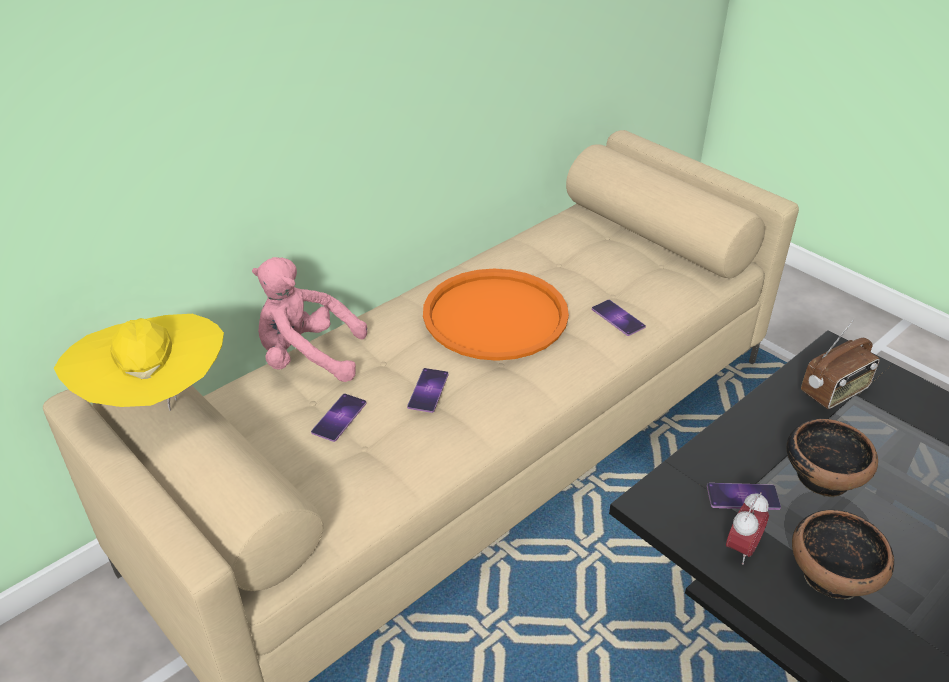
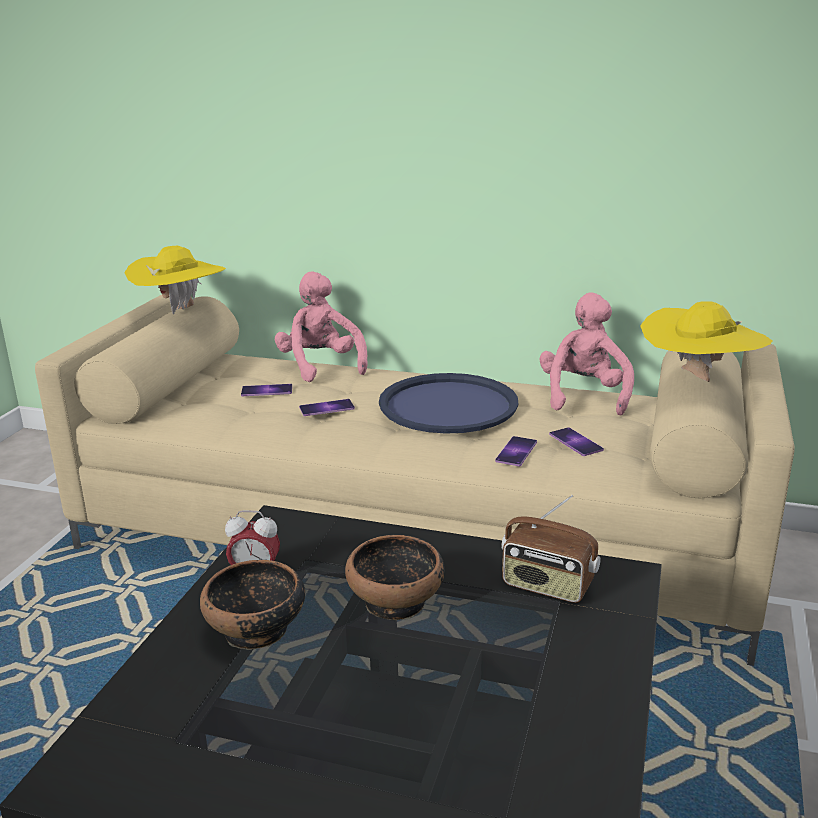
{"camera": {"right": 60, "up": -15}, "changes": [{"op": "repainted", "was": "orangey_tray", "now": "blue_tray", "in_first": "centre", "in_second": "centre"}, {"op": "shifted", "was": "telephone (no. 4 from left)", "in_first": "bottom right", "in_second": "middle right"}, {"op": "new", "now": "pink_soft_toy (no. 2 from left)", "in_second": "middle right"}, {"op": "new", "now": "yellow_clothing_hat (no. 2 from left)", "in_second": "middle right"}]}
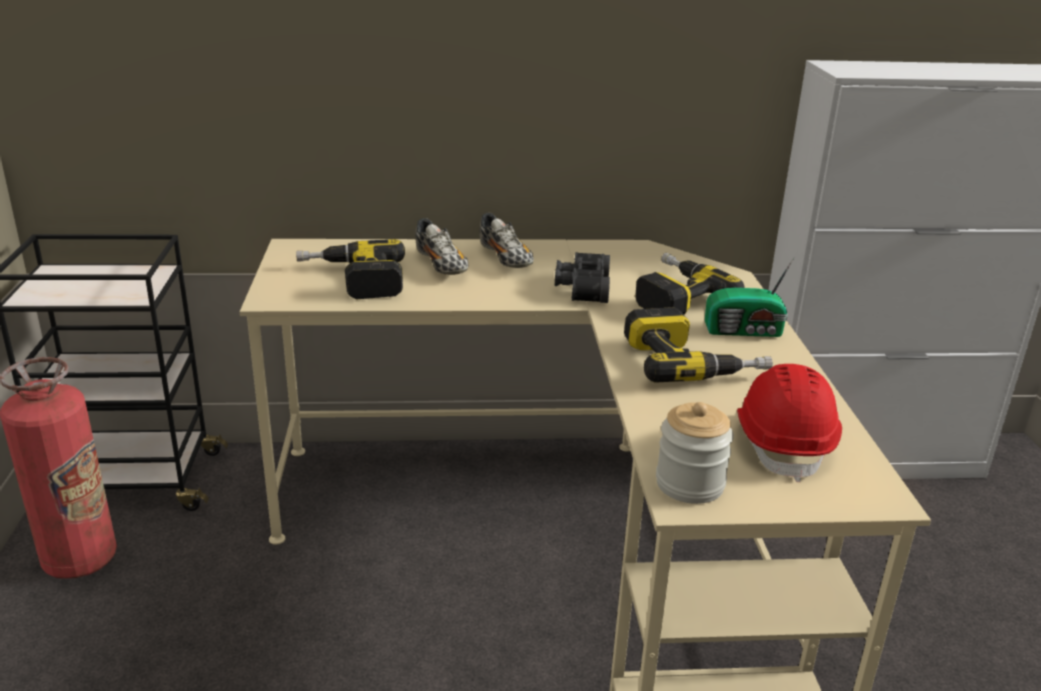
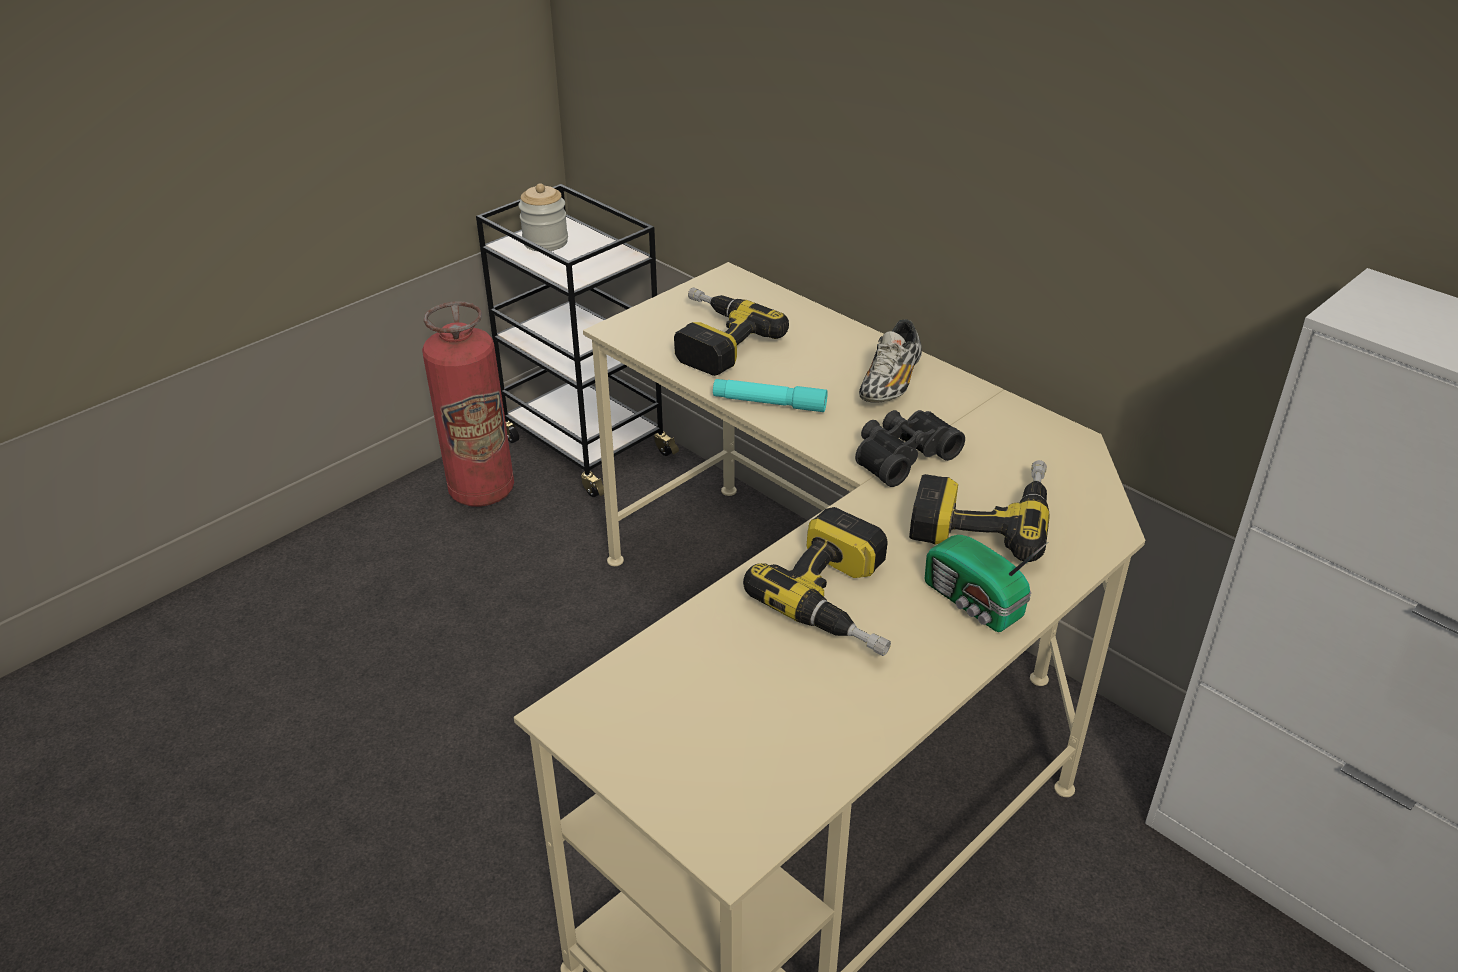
{"camera": {"right": 50, "up": 10}, "changes": [{"op": "gone", "was": "shoe (no. 1 from left)", "in_first": "centre"}, {"op": "gone", "was": "red-coloured_safety_helmet", "in_first": "middle right"}, {"op": "shifted", "was": "jar", "in_first": "middle right", "in_second": "top centre"}, {"op": "new", "now": "turquoise-coloured_torch", "in_second": "centre"}]}
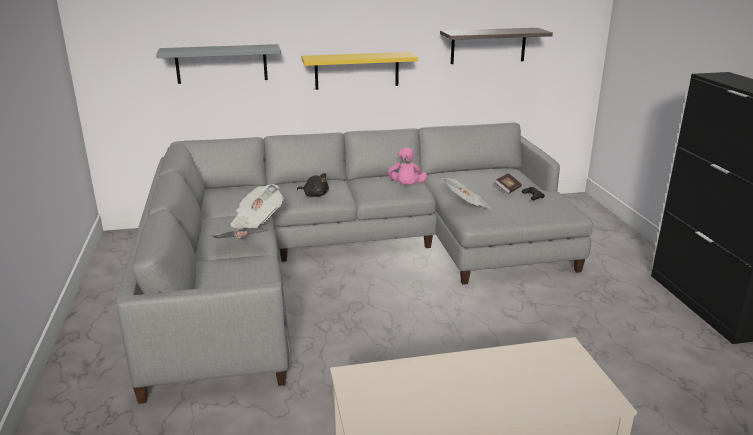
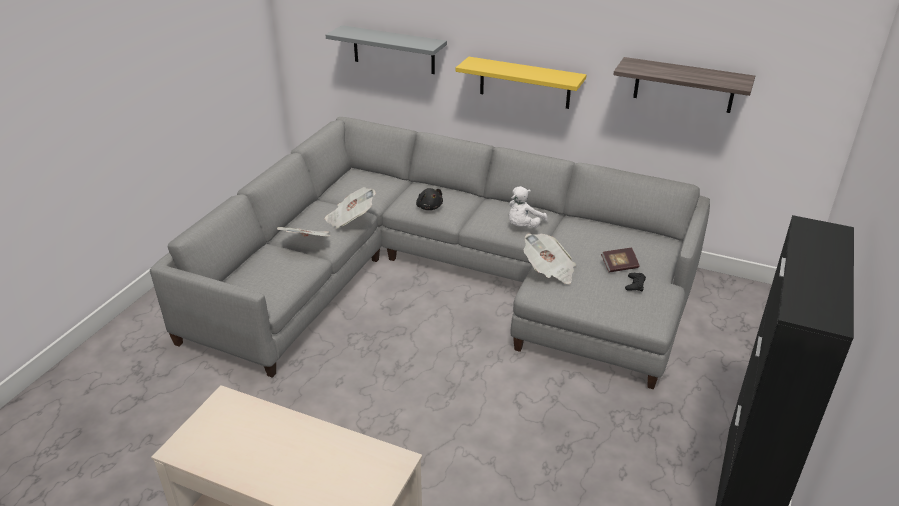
{"camera": {"right": 35, "up": 10}, "changes": [{"op": "repainted", "was": "pink_soft_toy", "now": "whitish_soft_toy", "in_first": "centre", "in_second": "centre"}]}
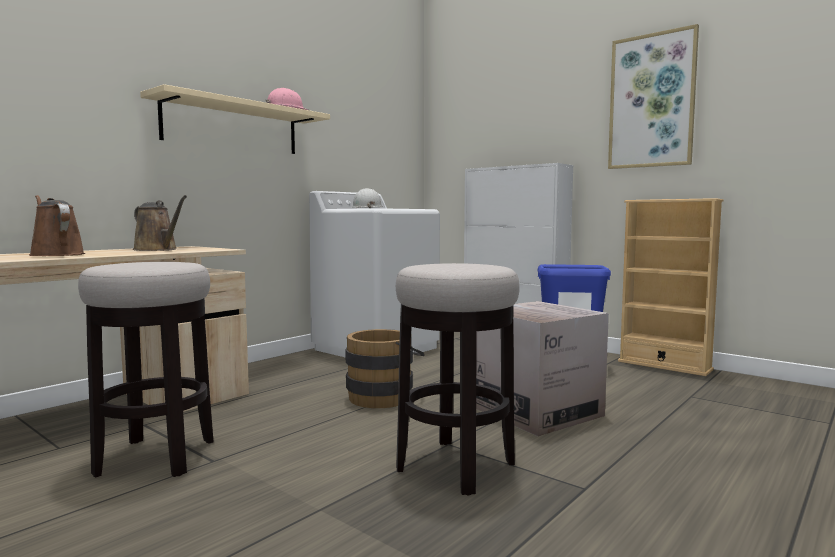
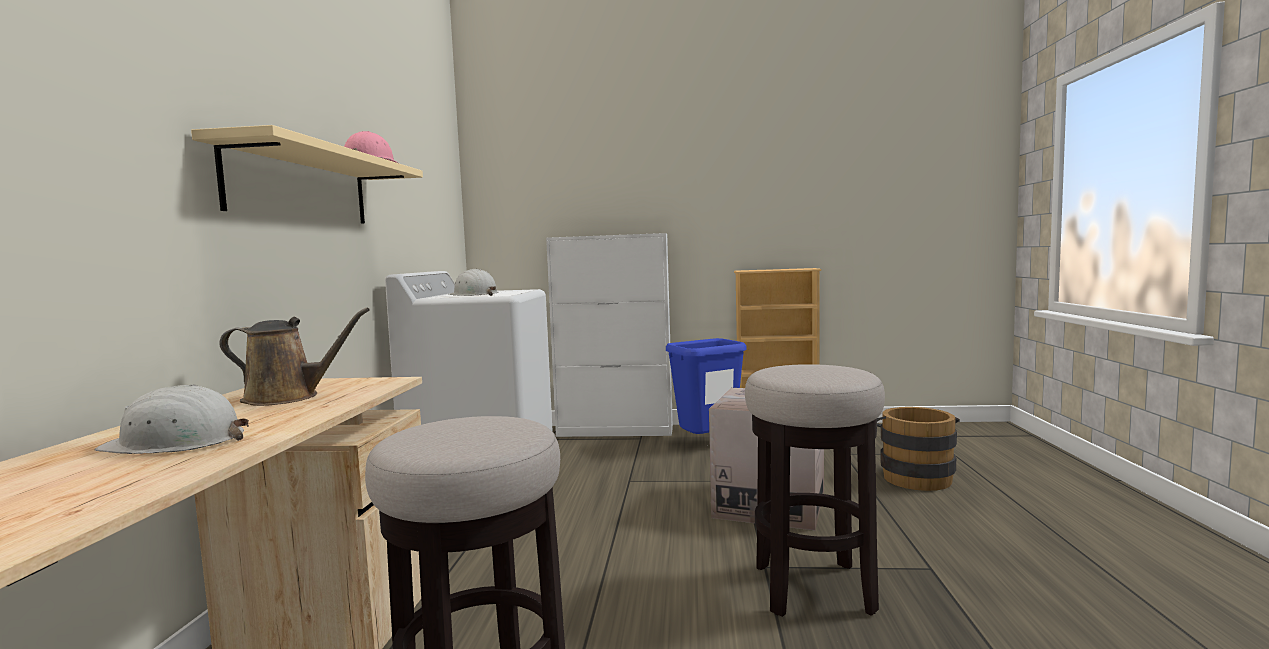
{"camera": {"right": -35, "up": 0}, "changes": [{"op": "gone", "was": "picture", "in_first": "top right"}, {"op": "swapped", "was": "brownish_watering_pot (no. 1 from left)", "now": "whitish_safety_helmet (no. 1 from left)", "in_first": "middle left", "in_second": "middle left"}, {"op": "shifted", "was": "brownish_bucket", "in_first": "centre", "in_second": "bottom right"}]}
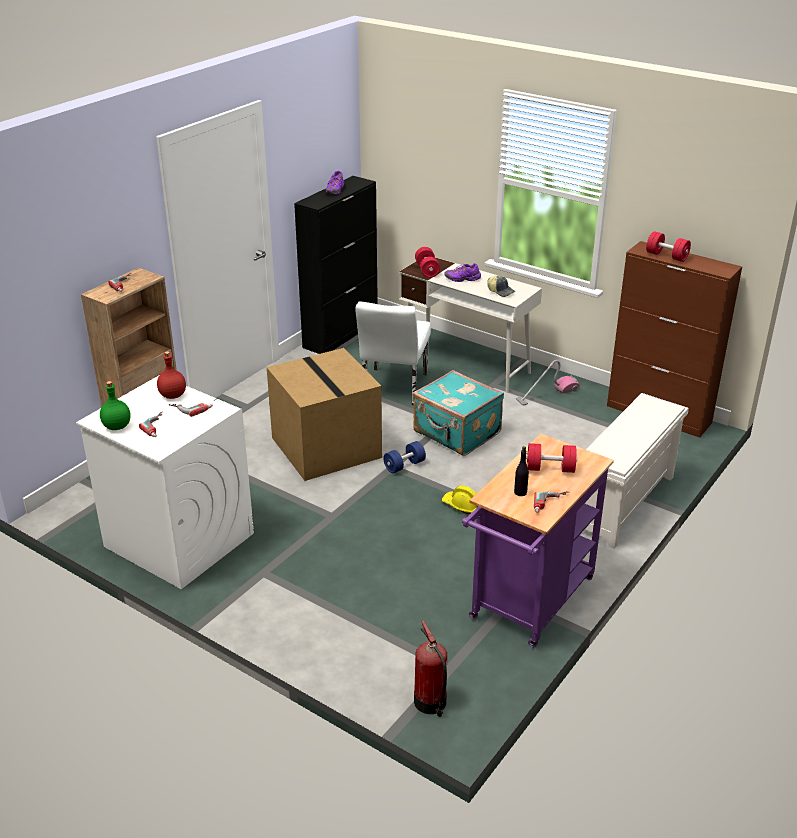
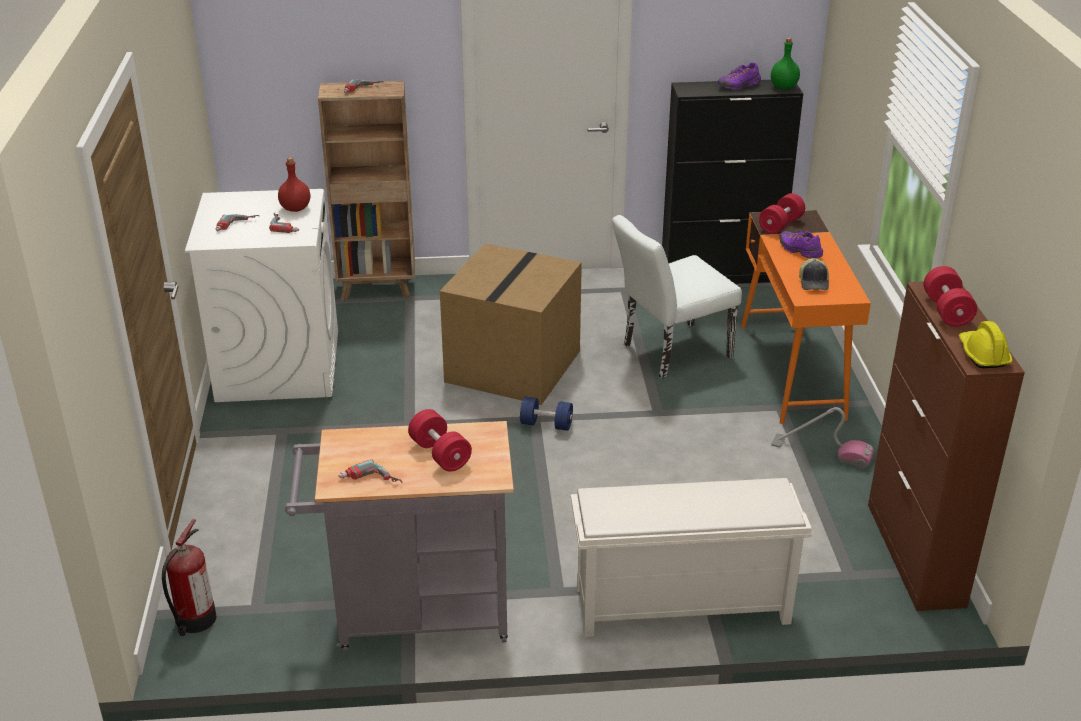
{"camera": {"right": 50, "up": 0}, "changes": [{"op": "repainted", "was": "whitish_desk", "now": "orangey_desk", "in_first": "centre", "in_second": "middle right"}, {"op": "gone", "was": "turquoise-coloured_suitcase", "in_first": "centre"}, {"op": "shifted", "was": "green_beverage_bottle", "in_first": "middle left", "in_second": "top right"}, {"op": "repainted", "was": "purplish_cart", "now": "gray_cart", "in_first": "middle right", "in_second": "bottom centre"}, {"op": "gone", "was": "black_beverage_bottle", "in_first": "centre"}, {"op": "shifted", "was": "yellow_safety_helmet", "in_first": "centre", "in_second": "middle right"}]}
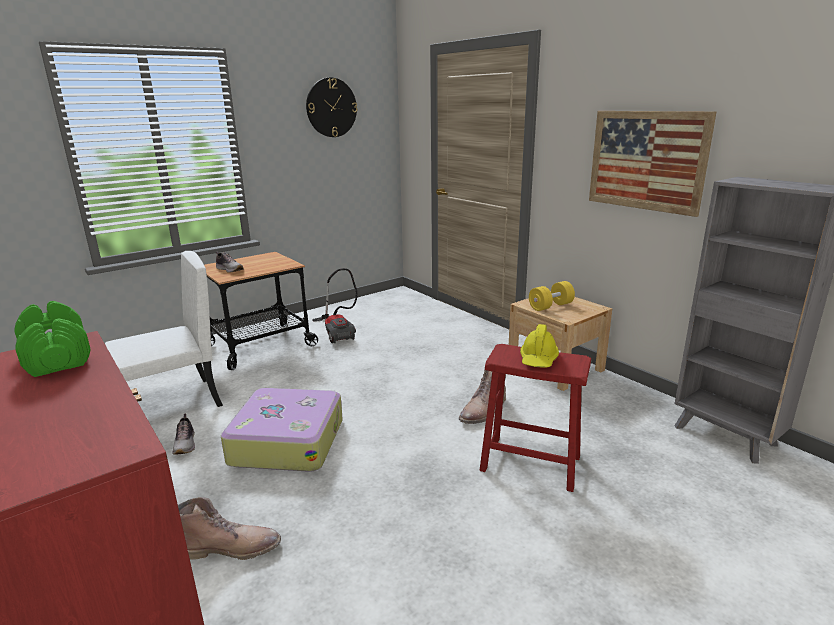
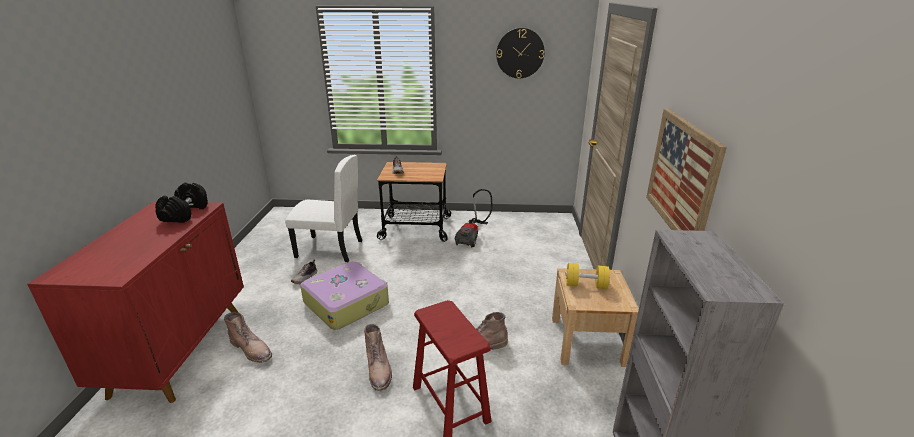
{"camera": {"right": 40, "up": 5}, "changes": [{"op": "repainted", "was": "green_dumbbell", "now": "black_dumbbell", "in_first": "middle left", "in_second": "middle left"}, {"op": "gone", "was": "yellow_safety_helmet", "in_first": "centre"}, {"op": "new", "now": "brownish_tall_boot (no. 2 from left)", "in_second": "bottom centre"}]}
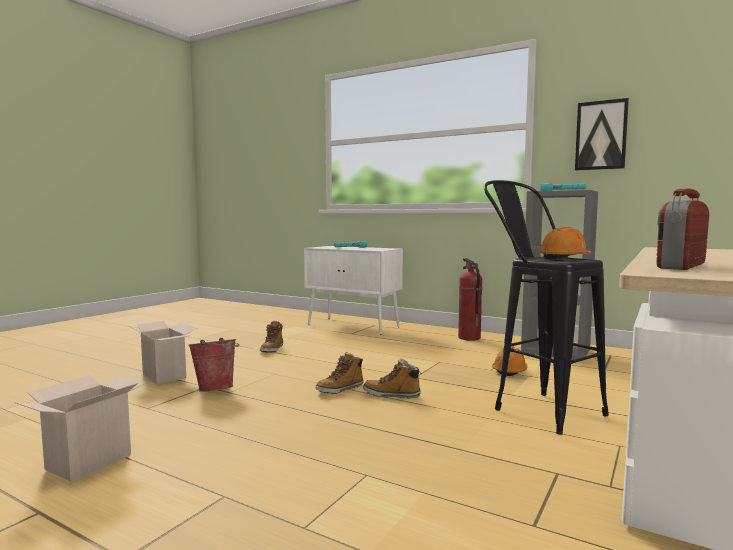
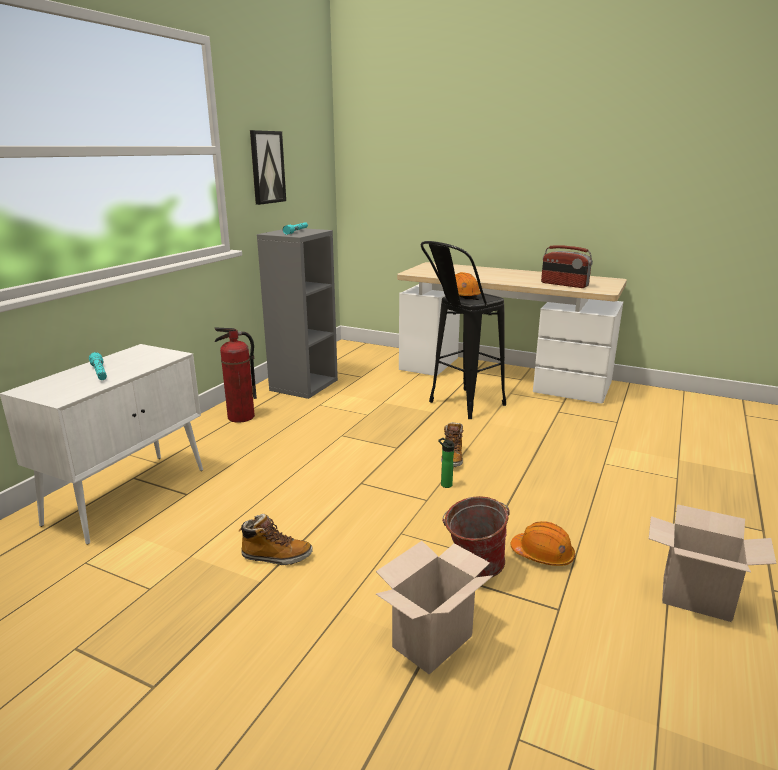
{"camera": {"right": -95, "up": 15}, "changes": [{"op": "shifted", "was": "orangey_safety_helmet (no. 1 from left in the first image)", "now": "orangey_safety_helmet (no. 2 from left)", "in_first": "middle right", "in_second": "bottom right"}, {"op": "swapped", "was": "tall_boot (no. 2 from left)", "now": "beverage_bottle", "in_first": "bottom centre", "in_second": "centre"}]}
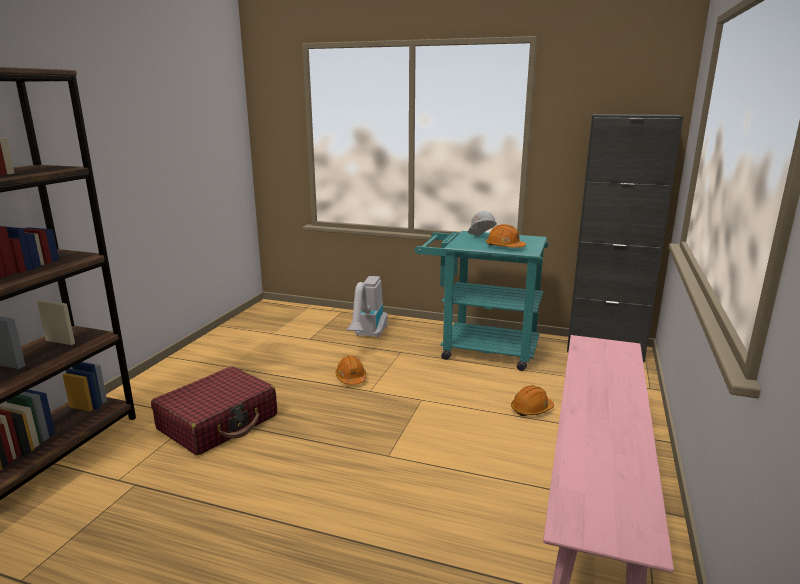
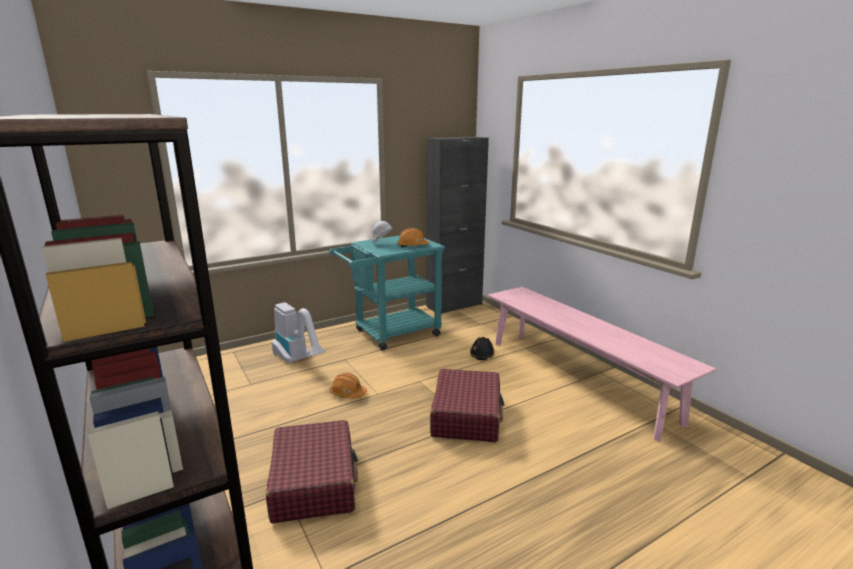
{"camera": {"right": -50, "up": 0}, "changes": [{"op": "repainted", "was": "orangey_safety_helmet (no. 3 from left)", "now": "black_safety_helmet", "in_first": "bottom centre", "in_second": "centre"}, {"op": "new", "now": "red-coloured_suitcase (no. 2 from left)", "in_second": "bottom centre"}]}
